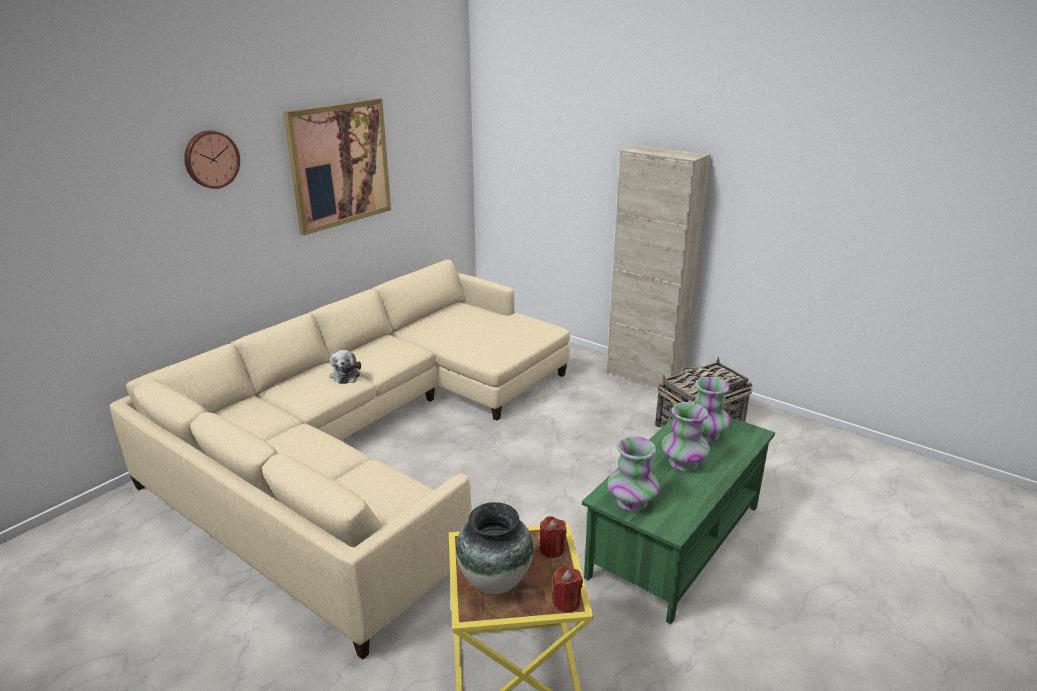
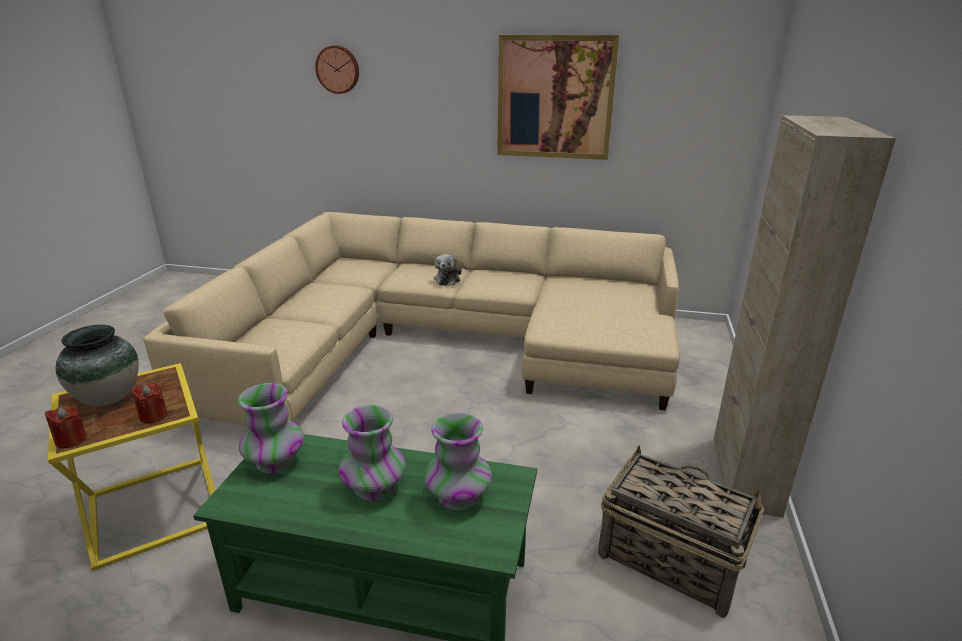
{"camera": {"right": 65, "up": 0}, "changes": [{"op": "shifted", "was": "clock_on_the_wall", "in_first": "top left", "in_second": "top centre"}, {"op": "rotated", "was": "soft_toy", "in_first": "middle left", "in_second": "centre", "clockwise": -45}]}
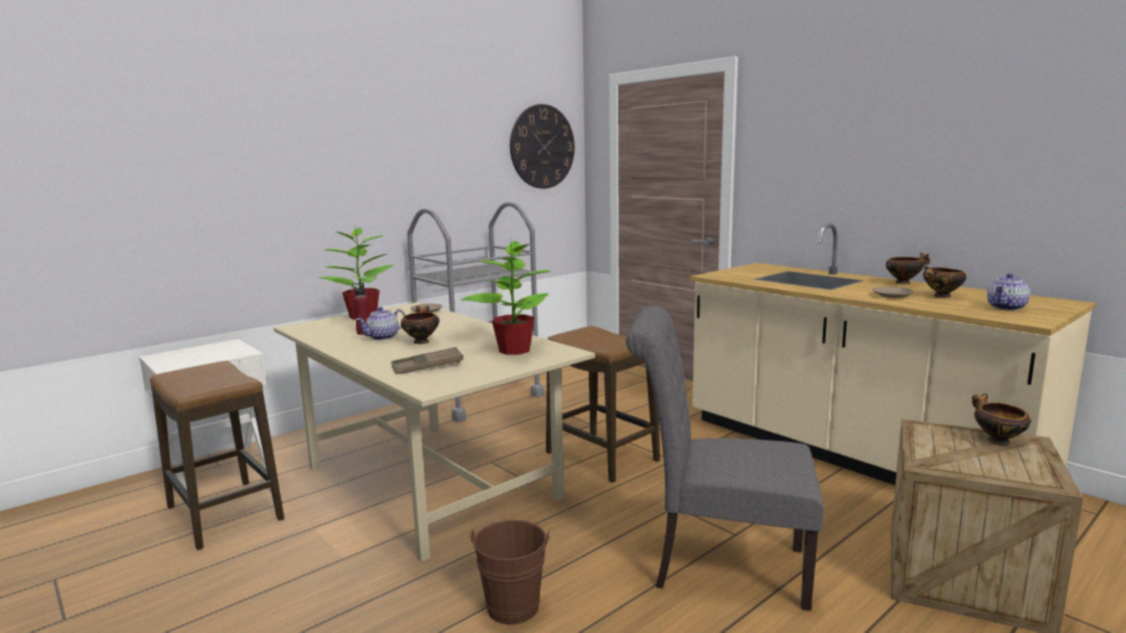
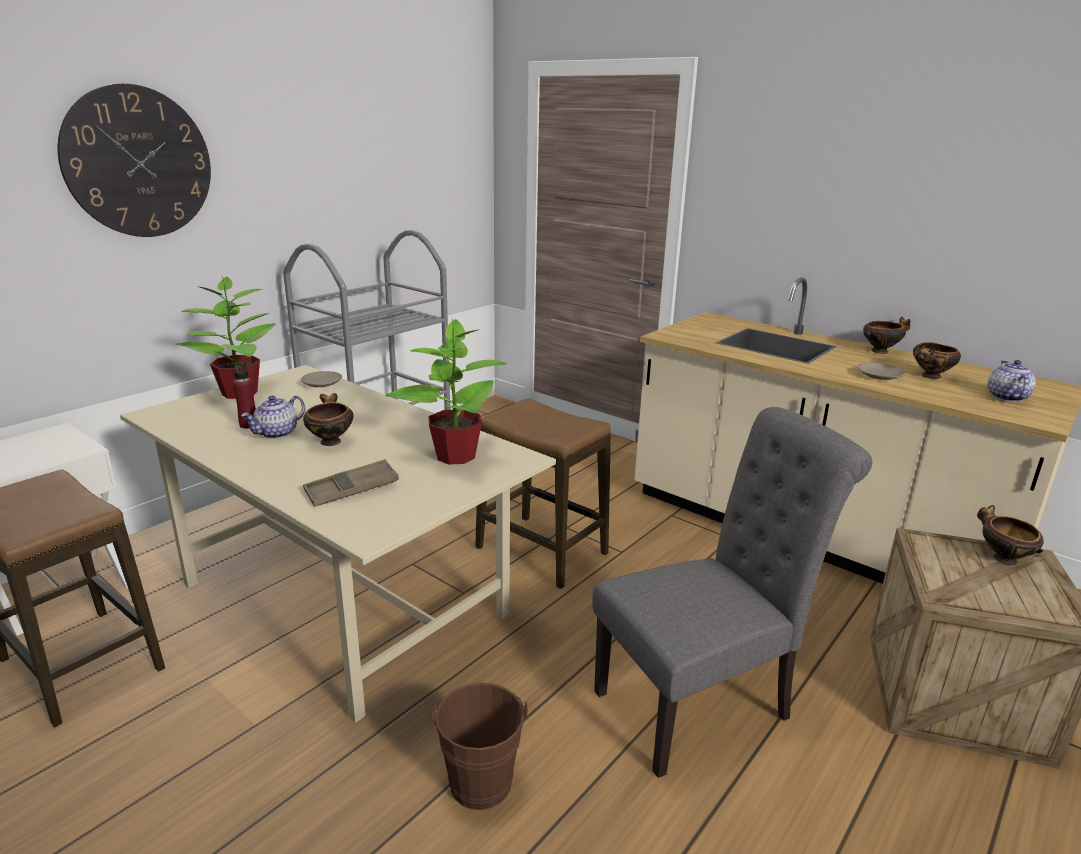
{"camera": {"right": -10, "up": 10}, "changes": [{"op": "shifted", "was": "clock_on_the_wall", "in_first": "top centre", "in_second": "top left"}, {"op": "rotated", "was": "pot_for_tea (no. 2 from left)", "in_first": "middle right", "in_second": "middle right", "clockwise": 150}, {"op": "rotated", "was": "gray_chair", "in_first": "bottom centre", "in_second": "bottom right", "clockwise": 150}]}
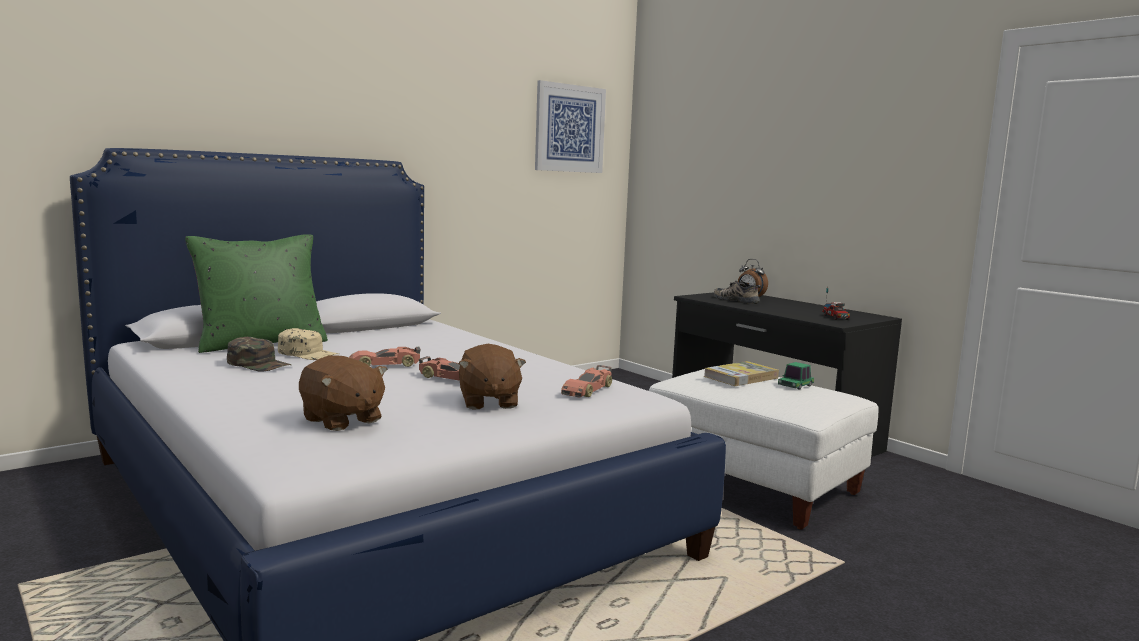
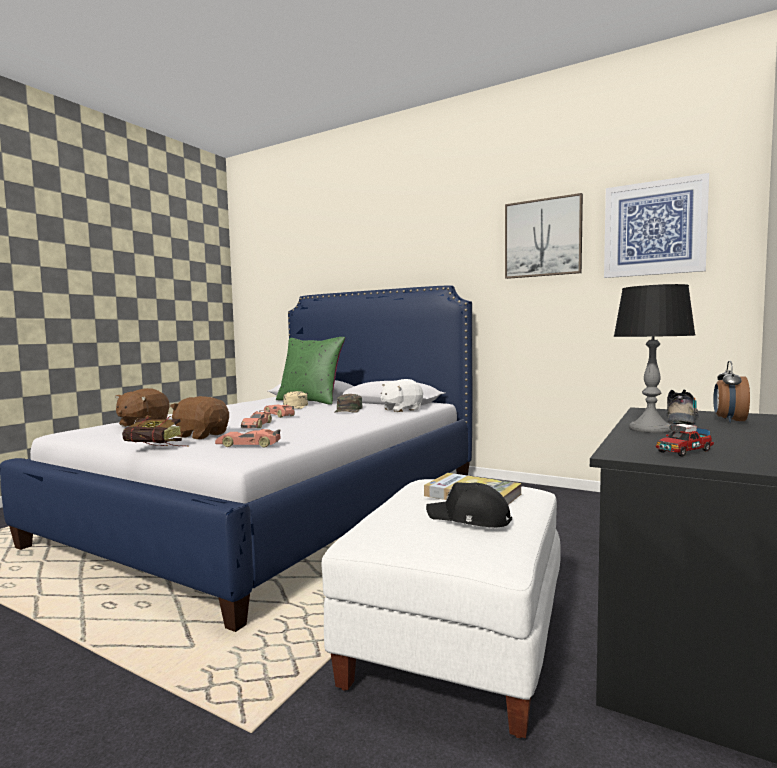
{"camera": {"right": 70, "up": -5}, "changes": [{"op": "shifted", "was": "green_baseball_cap", "in_first": "middle left", "in_second": "centre"}, {"op": "rotated", "was": "brownish_soft_toy (no. 2 from left)", "in_first": "centre", "in_second": "middle left", "clockwise": 60}, {"op": "swapped", "was": "toy_car (no. 4 from left)", "now": "black_baseball_cap", "in_first": "middle right", "in_second": "centre"}, {"op": "new", "now": "picture (no. 1 from left)", "in_second": "top right"}, {"op": "new", "now": "lamp_for_a_table", "in_second": "middle right"}, {"op": "new", "now": "whitish_soft_toy", "in_second": "centre"}, {"op": "new", "now": "volume (no. 1 from left)", "in_second": "middle left"}]}
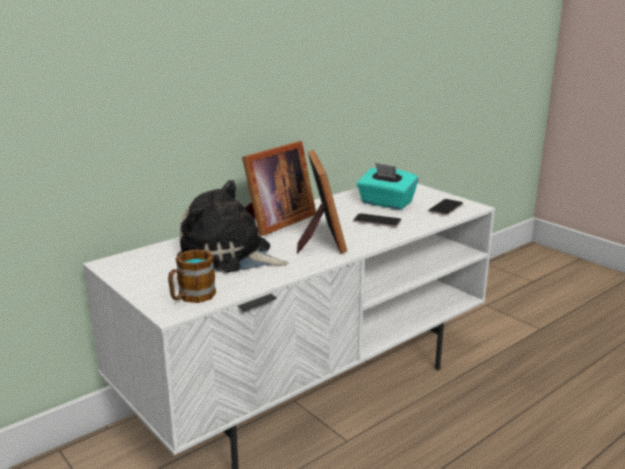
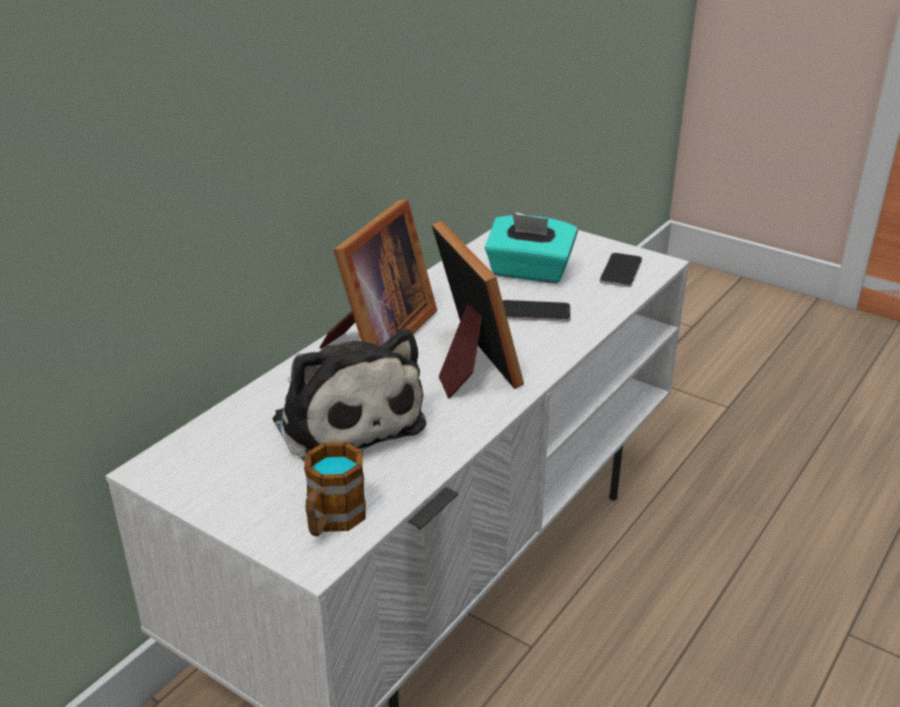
{"camera": {"right": -15, "up": 10}, "changes": [{"op": "rotated", "was": "soft_toy", "in_first": "centre", "in_second": "centre", "clockwise": -135}]}
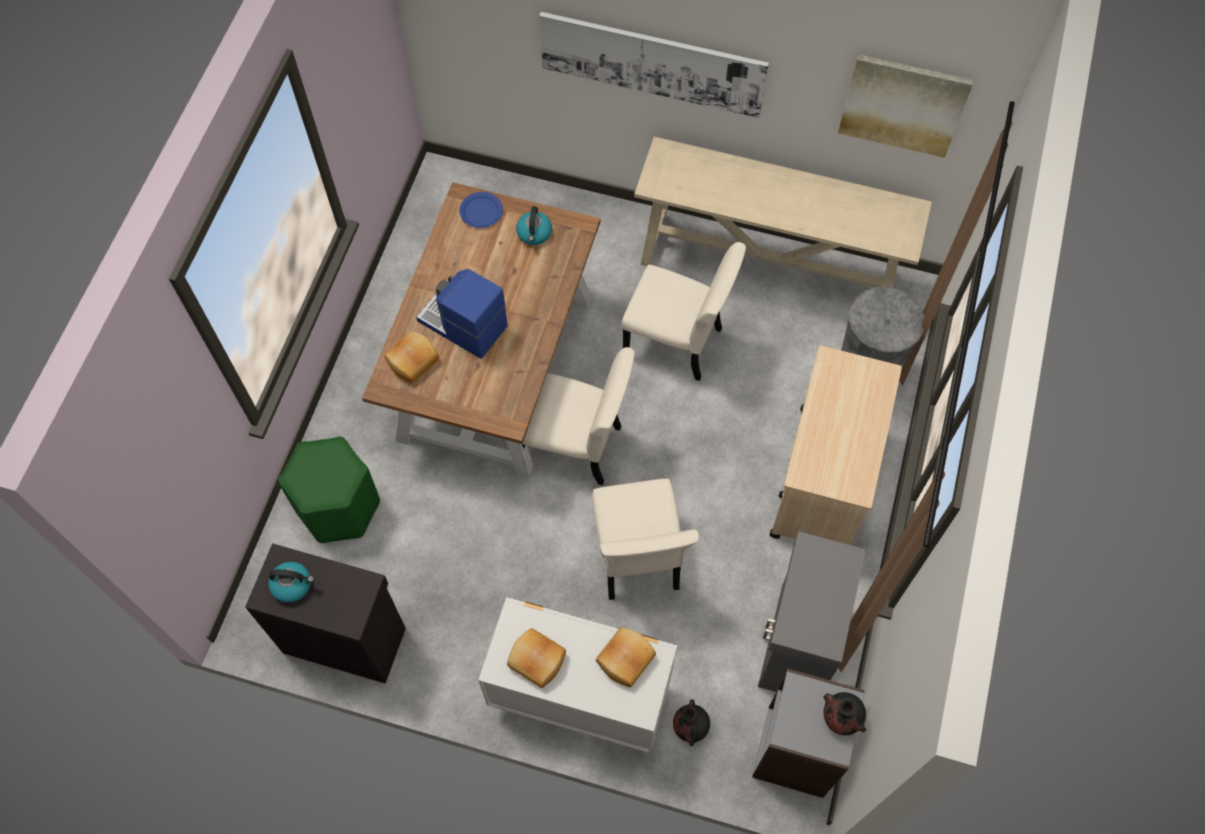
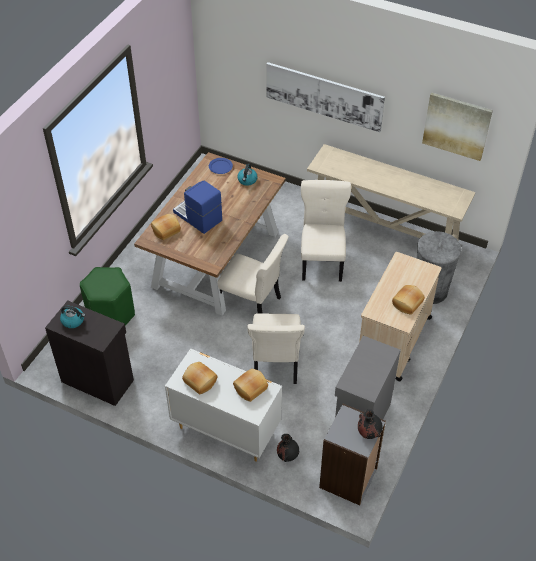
{"camera": {"right": 10, "up": -15}, "changes": [{"op": "rotated", "was": "beige_chair (no. 3 from left)", "in_first": "centre", "in_second": "centre", "clockwise": -120}, {"op": "new", "now": "baked_bread (no. 4 from left)", "in_second": "middle right"}]}
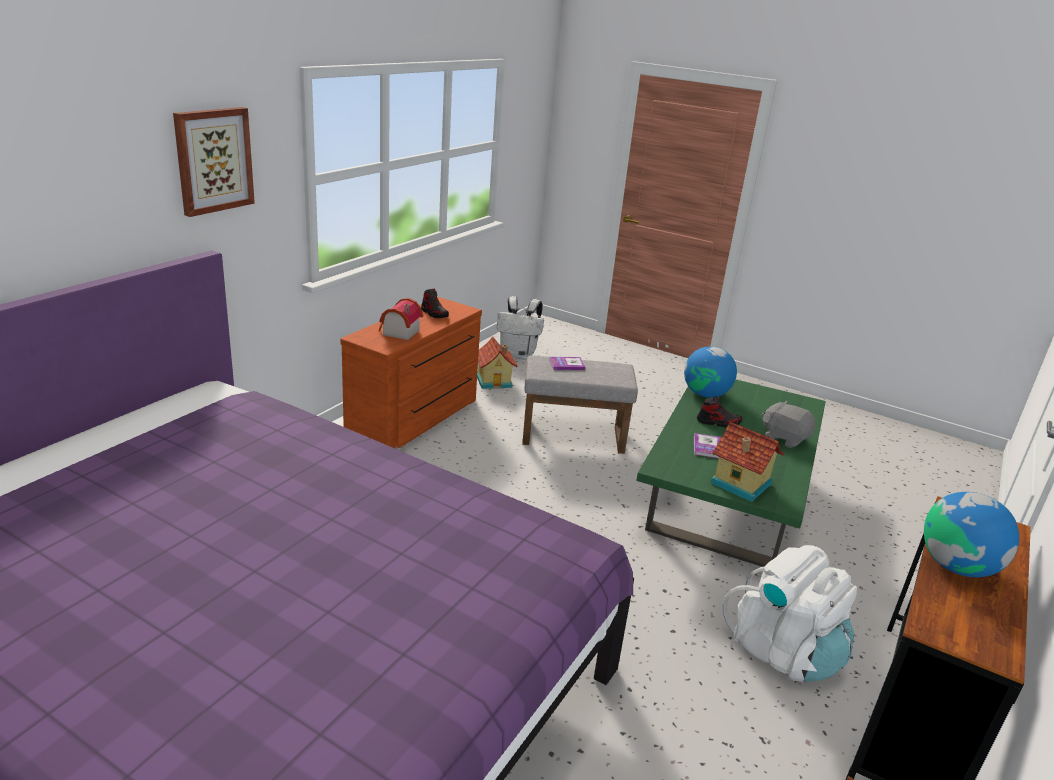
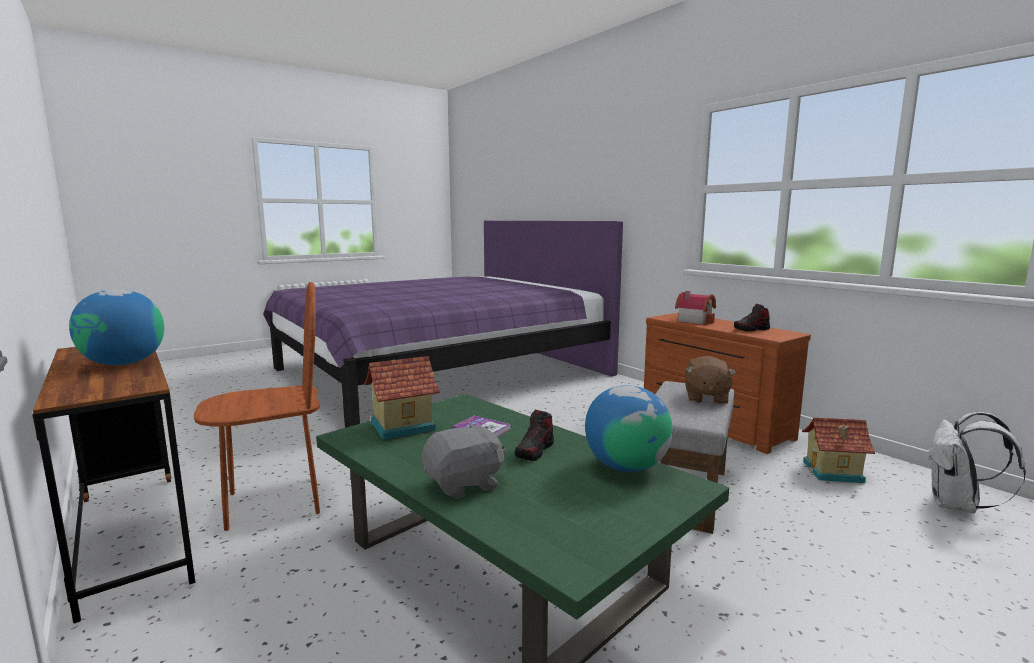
{"camera": {"right": 115, "up": -15}, "changes": [{"op": "gone", "was": "picture", "in_first": "top left"}, {"op": "swapped", "was": "volume (no. 1 from left)", "now": "brownish_soft_toy", "in_first": "centre", "in_second": "middle right"}, {"op": "swapped", "was": "whitish_knapsack (no. 2 from left)", "now": "brownish_chair", "in_first": "bottom right", "in_second": "middle left"}]}
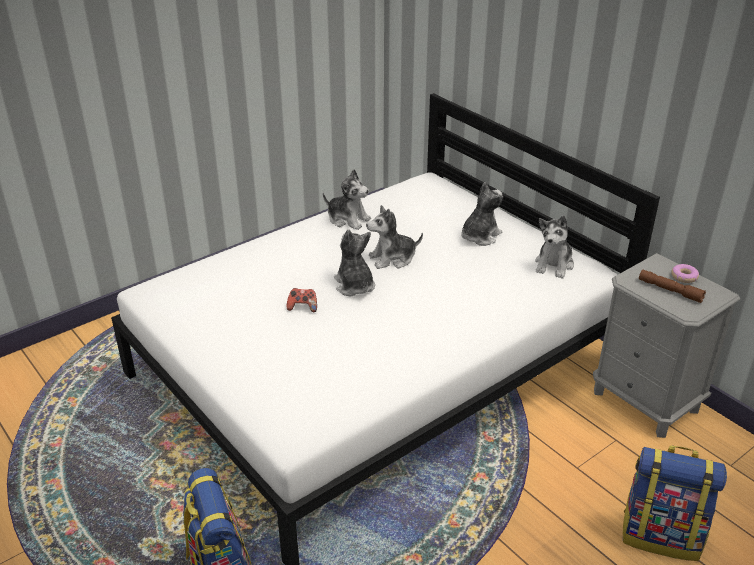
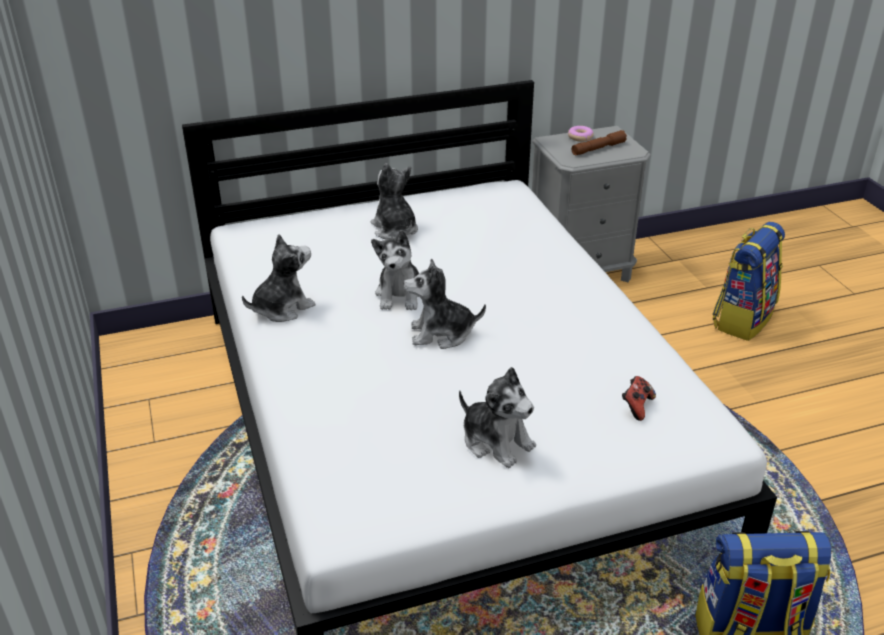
{"camera": {"right": -70, "up": 0}, "changes": [{"op": "shifted", "was": "soft_toy (no. 5 from left)", "in_first": "middle right", "in_second": "centre"}, {"op": "shifted", "was": "joypad", "in_first": "centre", "in_second": "middle right"}]}
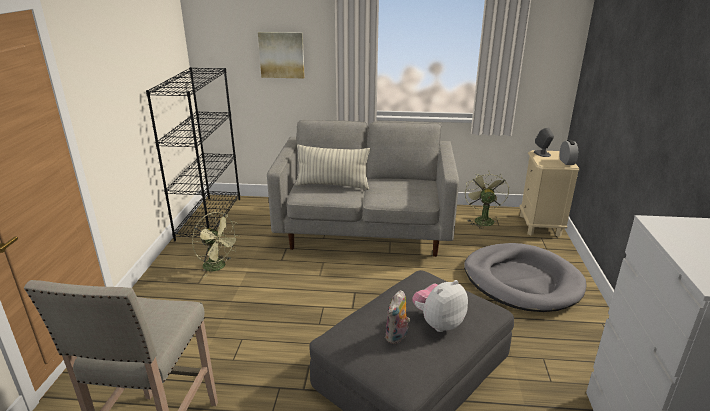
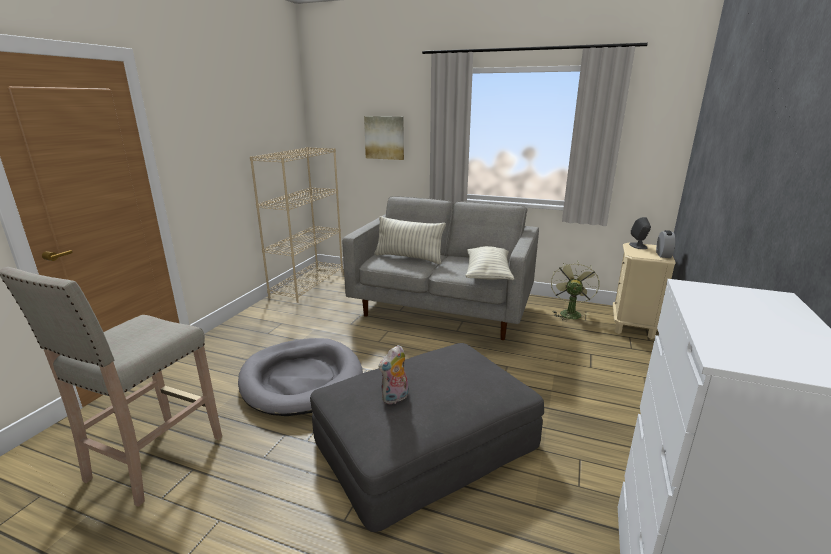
{"camera": {"right": 15, "up": -5}, "changes": [{"op": "repainted", "was": "black_shelving_unit", "now": "beige_shelving_unit", "in_first": "middle left", "in_second": "centre"}, {"op": "gone", "was": "green_cooling_fan (no. 1 from left)", "in_first": "middle left"}, {"op": "shifted", "was": "gray_pet_bed", "in_first": "bottom right", "in_second": "bottom centre"}, {"op": "gone", "was": "soft_toy (no. 2 from left)", "in_first": "bottom centre"}, {"op": "new", "now": "pillow (no. 2 from left)", "in_second": "centre"}]}
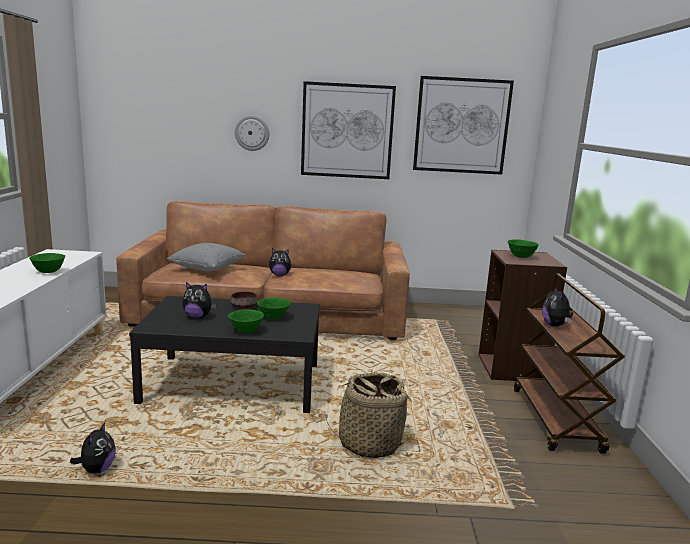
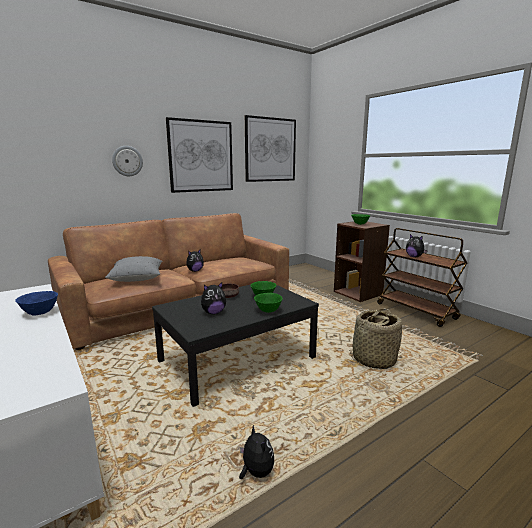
{"camera": {"right": -35, "up": 0}, "changes": [{"op": "repainted", "was": "green_serving_bowl (no. 1 from left)", "now": "blue_serving_bowl", "in_first": "middle left", "in_second": "middle left"}]}
